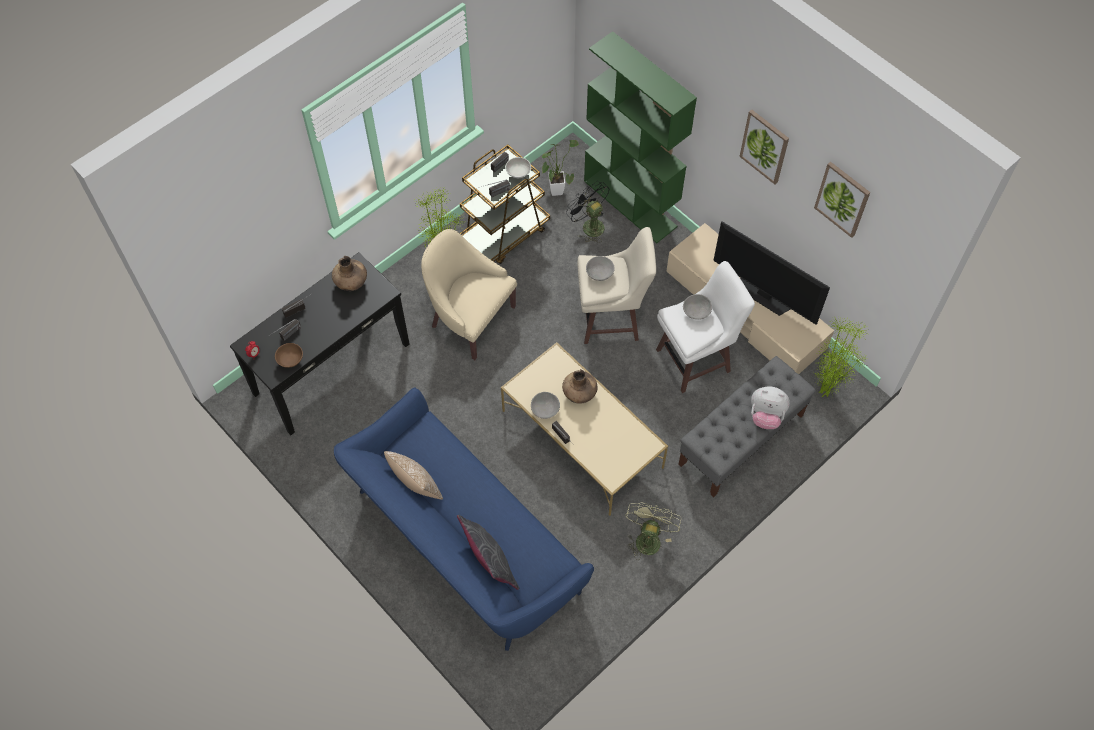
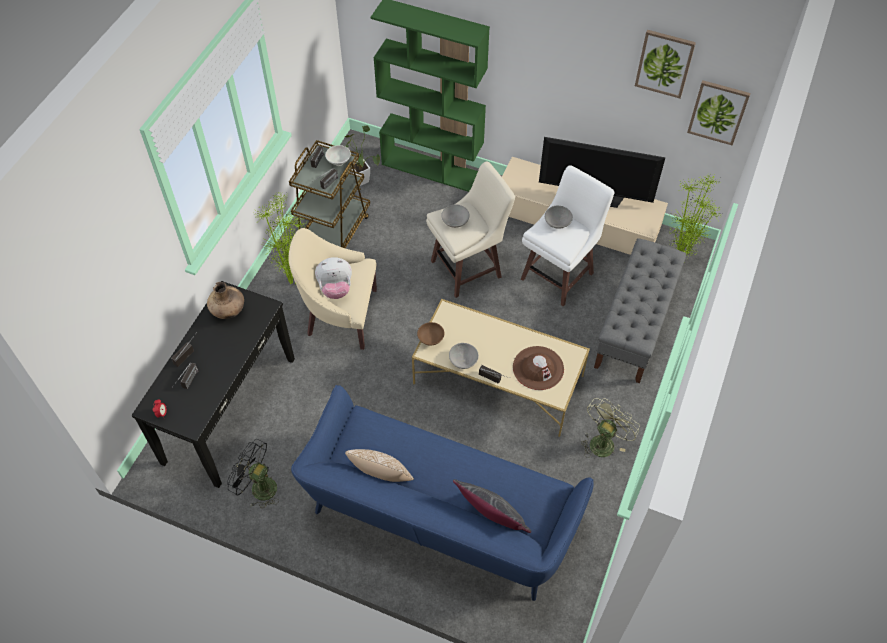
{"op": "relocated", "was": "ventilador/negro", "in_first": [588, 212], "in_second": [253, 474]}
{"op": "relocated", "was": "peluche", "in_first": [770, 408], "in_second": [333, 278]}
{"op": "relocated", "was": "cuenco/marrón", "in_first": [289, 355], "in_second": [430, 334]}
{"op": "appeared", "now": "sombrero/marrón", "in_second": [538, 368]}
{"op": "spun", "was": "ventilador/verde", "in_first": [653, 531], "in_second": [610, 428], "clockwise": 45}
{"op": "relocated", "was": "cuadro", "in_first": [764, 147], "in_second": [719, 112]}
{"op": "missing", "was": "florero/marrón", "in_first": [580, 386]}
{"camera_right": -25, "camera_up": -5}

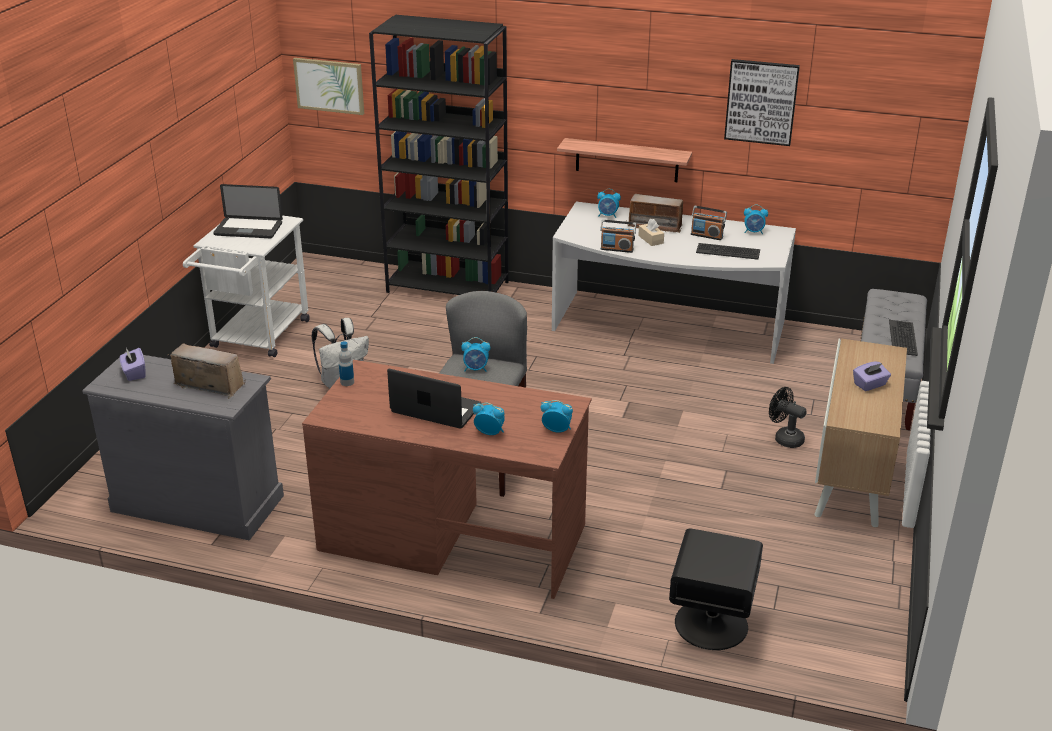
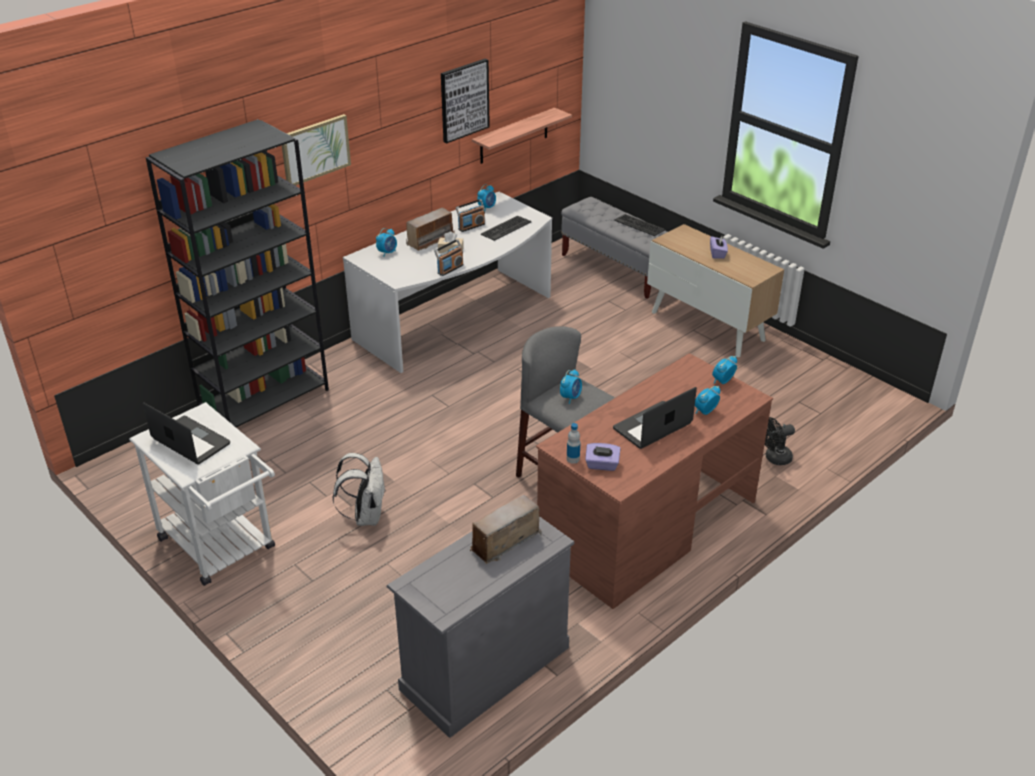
{"op": "spun", "was": "portátil", "in_first": [248, 211], "in_second": [186, 433], "clockwise": -90}
{"op": "relocated", "was": "cuadro", "in_first": [328, 86], "in_second": [316, 150]}
{"op": "relocated", "was": "estante", "in_first": [624, 160], "in_second": [522, 136]}
{"op": "relocated", "was": "caja de pañuelos/morado", "in_first": [133, 364], "in_second": [603, 457]}
{"op": "relocated", "was": "ventilador/negro", "in_first": [788, 417], "in_second": [780, 441]}
{"op": "missing", "was": "mesita de noche/negro", "in_first": [716, 589]}
{"camera_right": -60, "camera_up": 5}

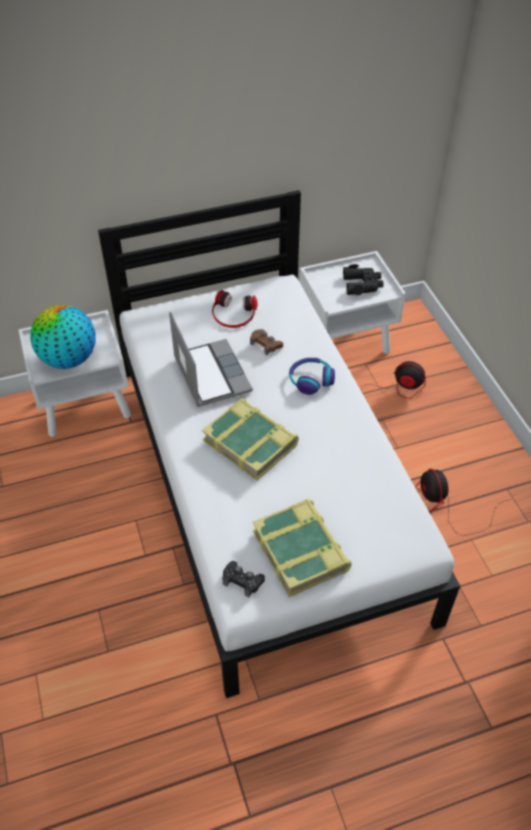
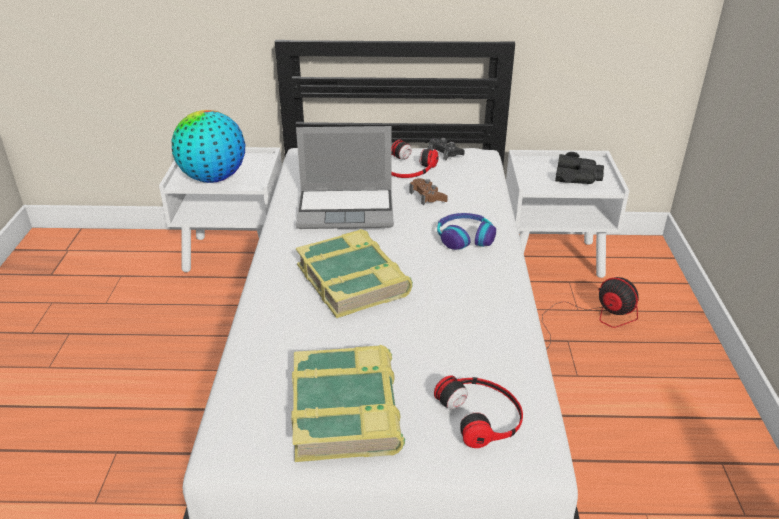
{"op": "spun", "was": "portátil", "in_first": [211, 359], "in_second": [345, 177], "clockwise": 90}
{"op": "relocated", "was": "mando de consola/negro", "in_first": [243, 579], "in_second": [446, 149]}
{"op": "appeared", "now": "auriculares", "in_second": [478, 411]}
{"op": "missing", "was": "ventilador", "in_first": [463, 502]}
{"camera_right": 20, "camera_up": -15}

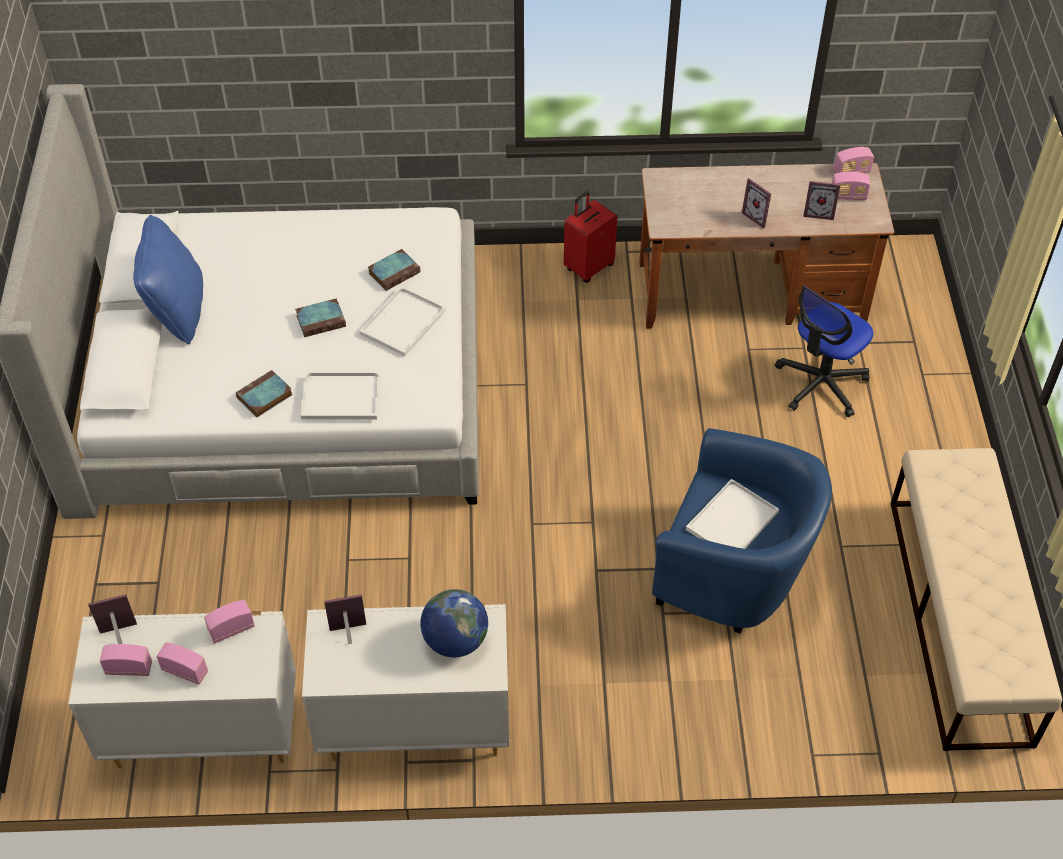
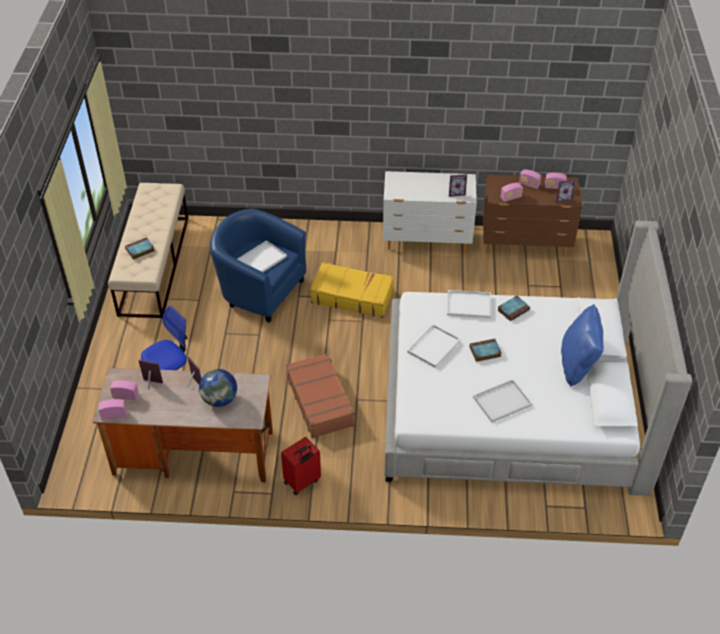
{"op": "relocated", "was": "libro", "in_first": [394, 270], "in_second": [140, 248]}
{"op": "relocated", "was": "globo terráqueo", "in_first": [454, 623], "in_second": [218, 388]}
{"op": "appeared", "now": "maleta/marrón", "in_second": [320, 395]}
{"op": "appeared", "now": "maleta/amarillo", "in_second": [352, 290]}
{"op": "appeared", "now": "bandeja/blanco", "in_second": [502, 400]}
{"op": "colour", "was": "cómoda/blanco", "now": "cómoda/marrón", "in_first": [182, 689], "in_second": [532, 215]}
{"camera_right": -175, "camera_up": -5}

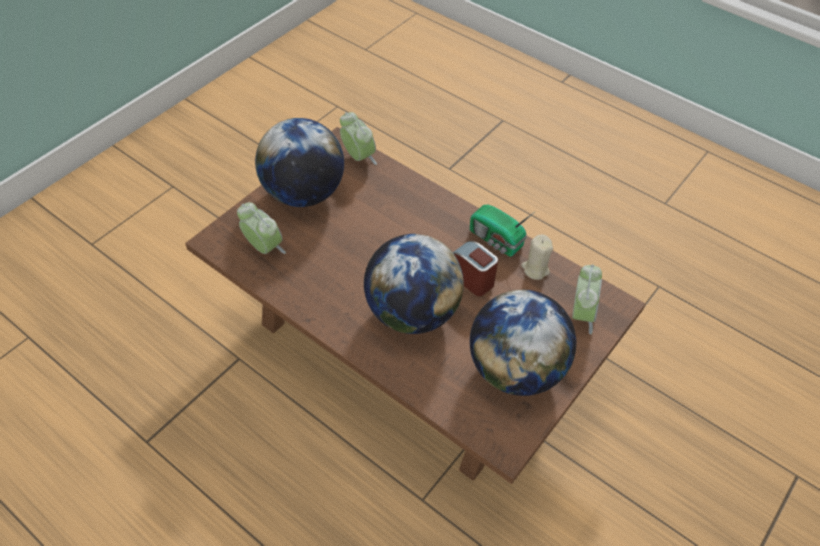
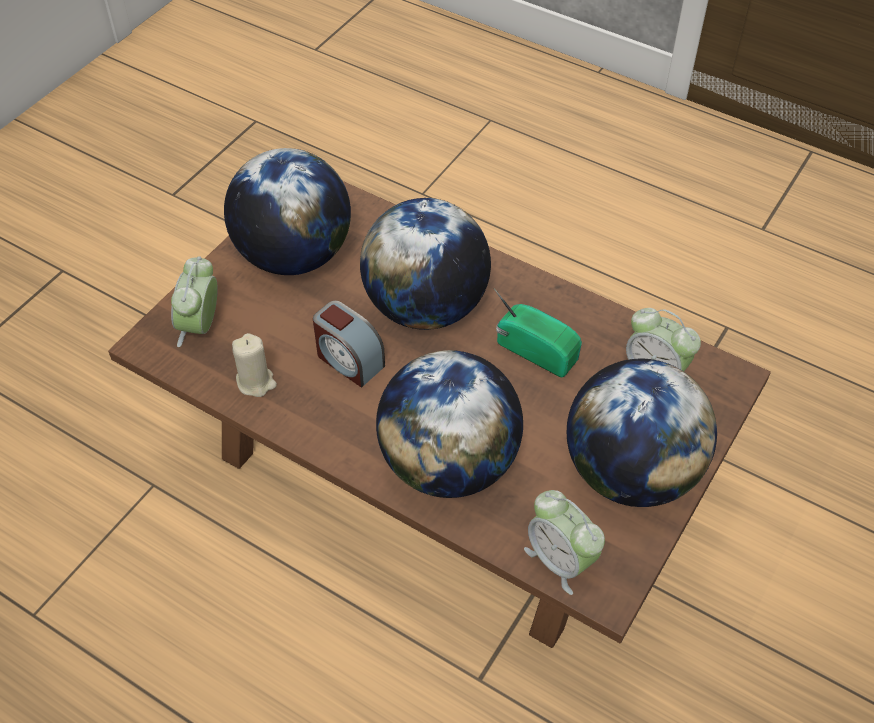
{"op": "appeared", "now": "globo terráqueo", "in_second": [449, 424]}
{"op": "relocated", "was": "radio", "in_first": [503, 231], "in_second": [538, 332]}
{"camera_right": 175, "camera_up": 0}

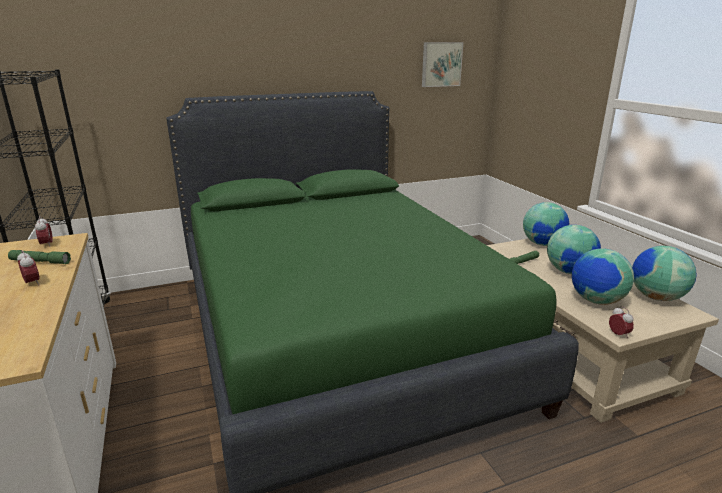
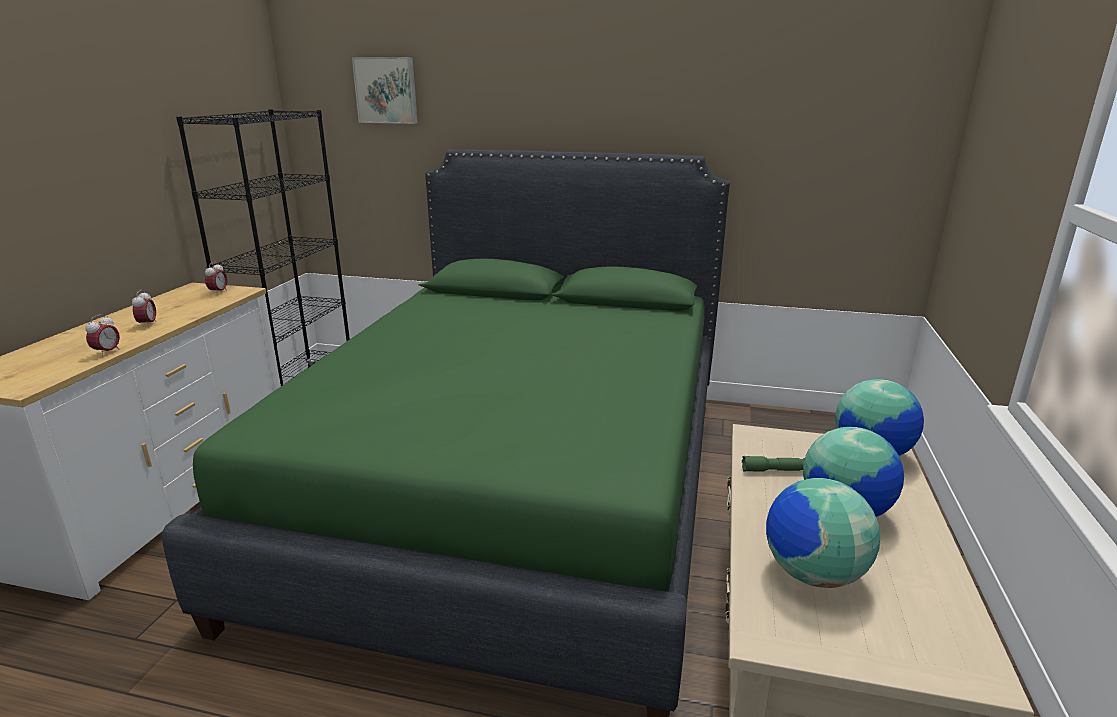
{"op": "relocated", "was": "despertador", "in_first": [621, 322], "in_second": [102, 335]}
{"op": "relocated", "was": "cuadro", "in_first": [442, 64], "in_second": [385, 90]}
{"op": "missing", "was": "linterna/verde", "in_first": [39, 257]}
{"op": "missing", "was": "globo terráqueo", "in_first": [664, 273]}
{"camera_right": 35, "camera_up": 0}

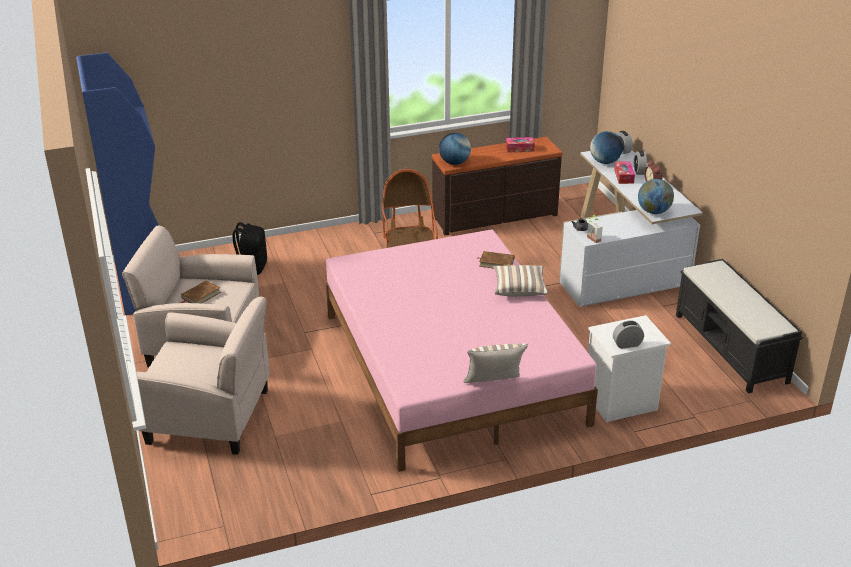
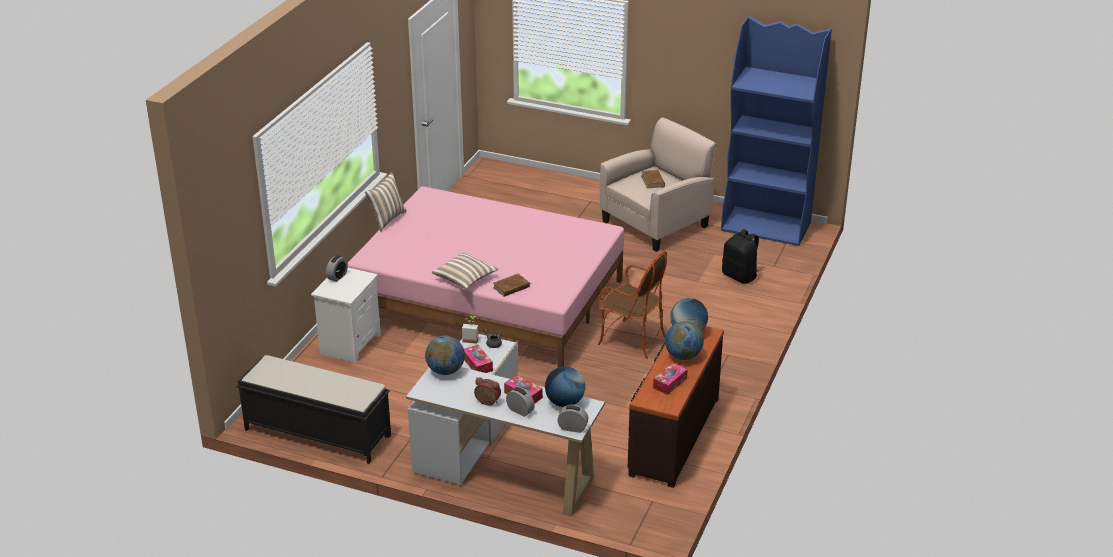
{"op": "appeared", "now": "caja de pañuelos", "in_second": [478, 359]}
{"op": "appeared", "now": "globo terráqueo", "in_second": [684, 340]}
{"op": "missing", "was": "sillón/beis", "in_first": [203, 376]}
{"camera_right": 130, "camera_up": 0}

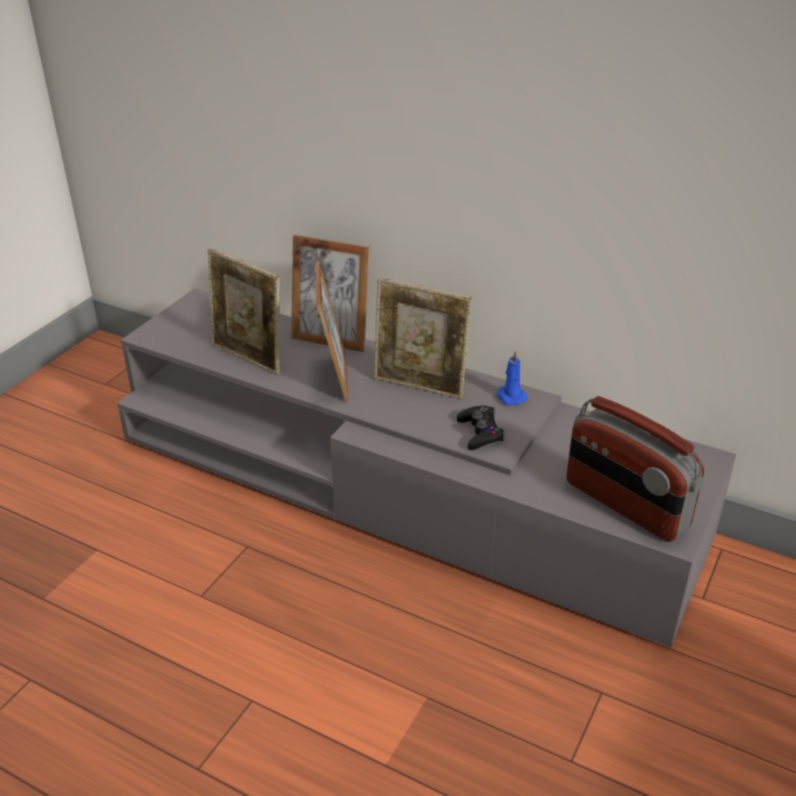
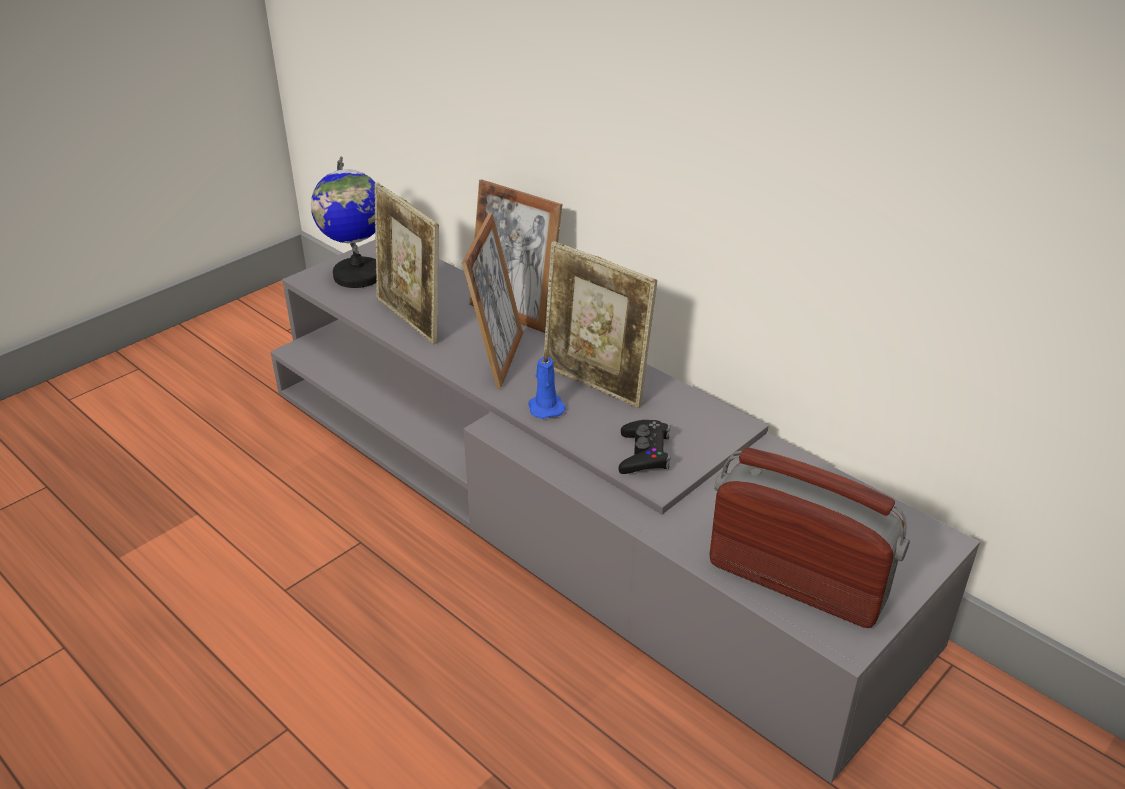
{"op": "appeared", "now": "globo terráqueo", "in_second": [343, 222]}
{"op": "relocated", "was": "vela/azul", "in_first": [512, 378], "in_second": [547, 383]}
{"op": "spun", "was": "radio", "in_first": [635, 469], "in_second": [810, 537], "clockwise": 150}
{"camera_right": 15, "camera_up": 0}

